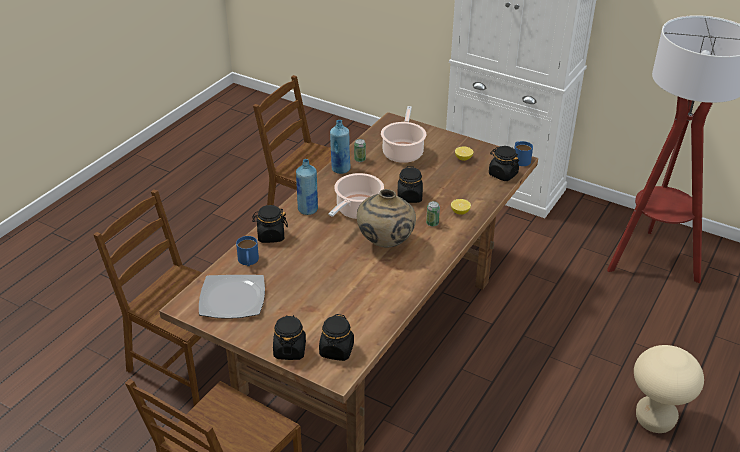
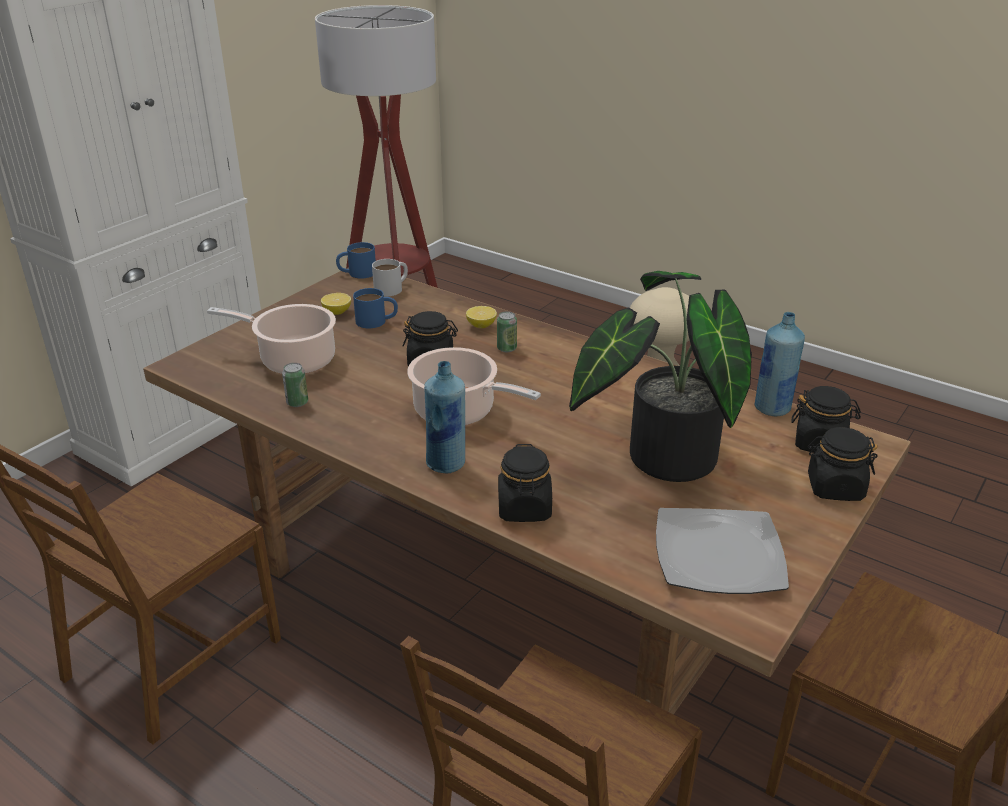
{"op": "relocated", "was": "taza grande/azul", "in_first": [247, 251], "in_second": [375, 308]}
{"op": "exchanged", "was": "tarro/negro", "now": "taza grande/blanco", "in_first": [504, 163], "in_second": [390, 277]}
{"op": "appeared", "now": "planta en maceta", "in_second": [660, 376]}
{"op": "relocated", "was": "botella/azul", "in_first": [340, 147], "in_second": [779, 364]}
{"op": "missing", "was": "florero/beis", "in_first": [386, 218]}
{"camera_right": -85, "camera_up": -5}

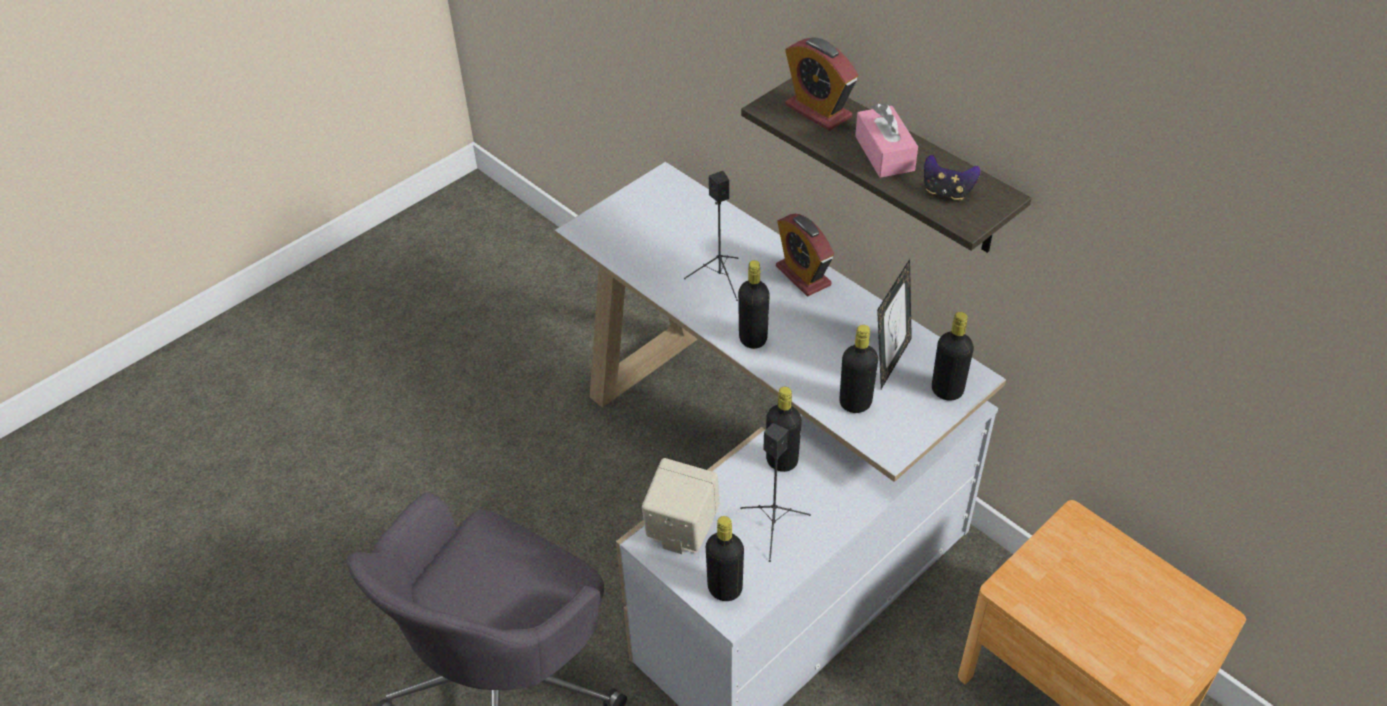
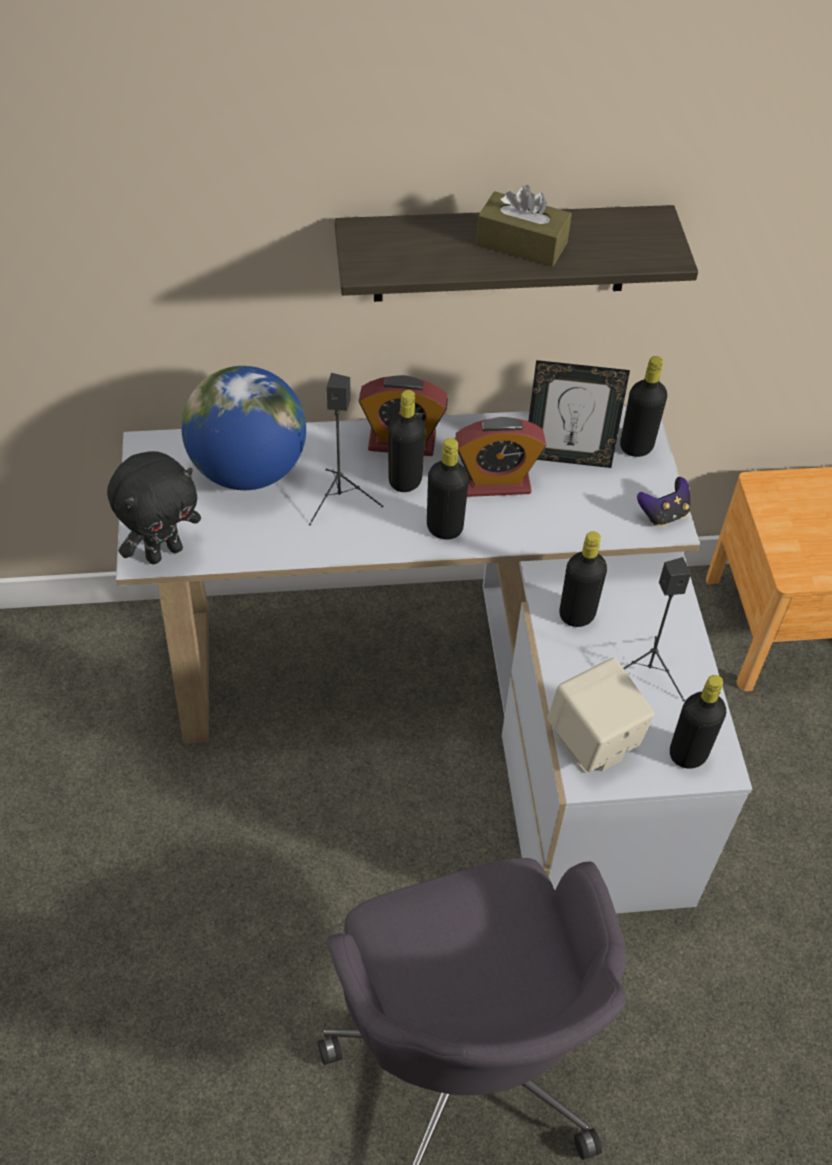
{"op": "appeared", "now": "peluche/negro", "in_second": [154, 507]}
{"op": "appeared", "now": "globo terráqueo", "in_second": [243, 428]}
{"op": "relocated", "was": "botella/negro", "in_first": [858, 369], "in_second": [407, 441]}
{"op": "relocated", "was": "despertador", "in_first": [821, 84], "in_second": [500, 457]}
{"op": "colour", "was": "caja de pañuelos/rosa", "now": "caja de pañuelos/marrón", "in_first": [886, 140], "in_second": [524, 226]}
{"op": "spun", "was": "portarretratos", "in_first": [894, 324], "in_second": [579, 414], "clockwise": 120}
{"op": "relocated", "was": "mando de consola", "in_first": [952, 178], "in_second": [663, 501]}
{"camera_right": -55, "camera_up": 5}

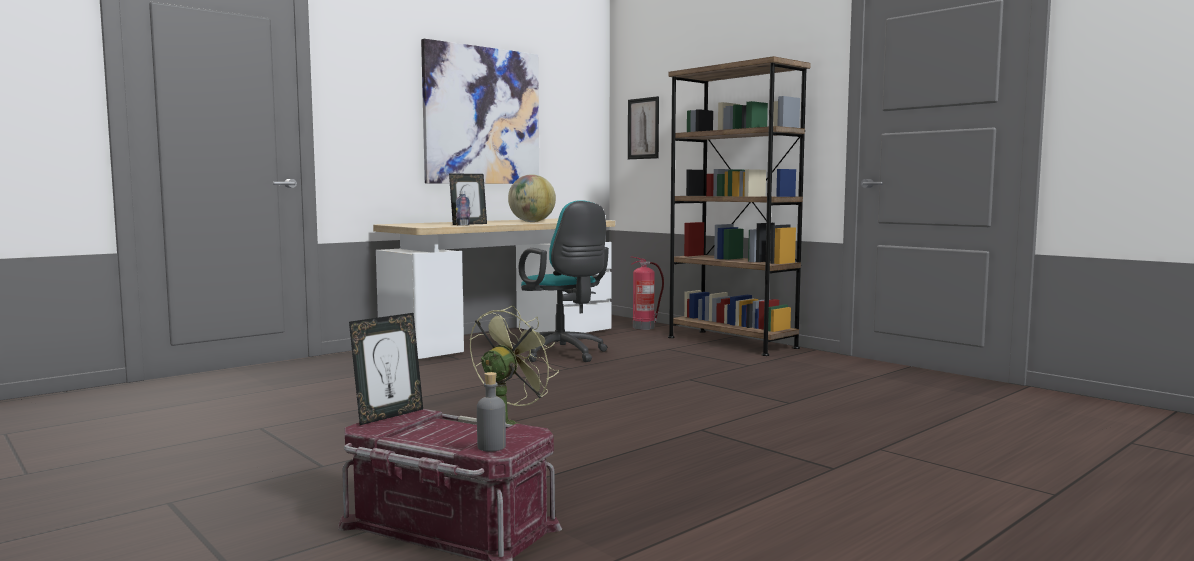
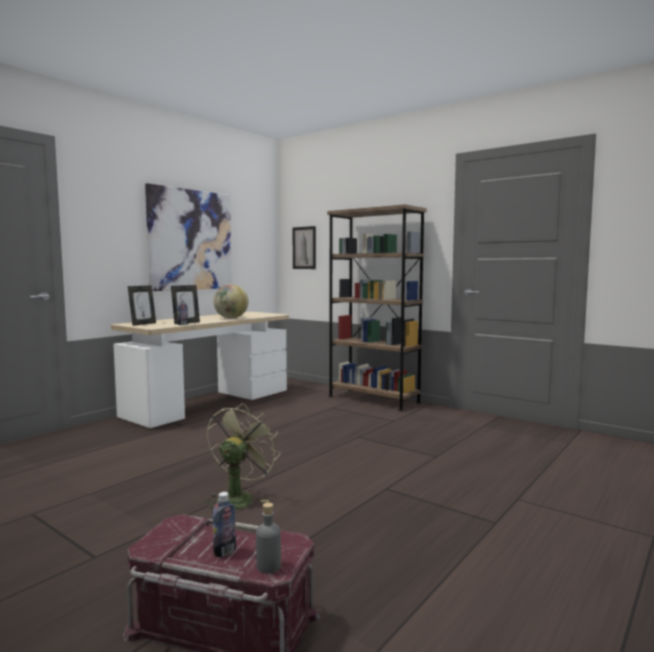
{"op": "relocated", "was": "portarretratos", "in_first": [386, 369], "in_second": [142, 305]}
{"op": "appeared", "now": "botella", "in_second": [224, 524]}
{"op": "missing", "was": "silla de oficina/turquesa", "in_first": [561, 281]}
{"op": "missing", "was": "extintor", "in_first": [647, 293]}
{"camera_right": -10, "camera_up": 0}

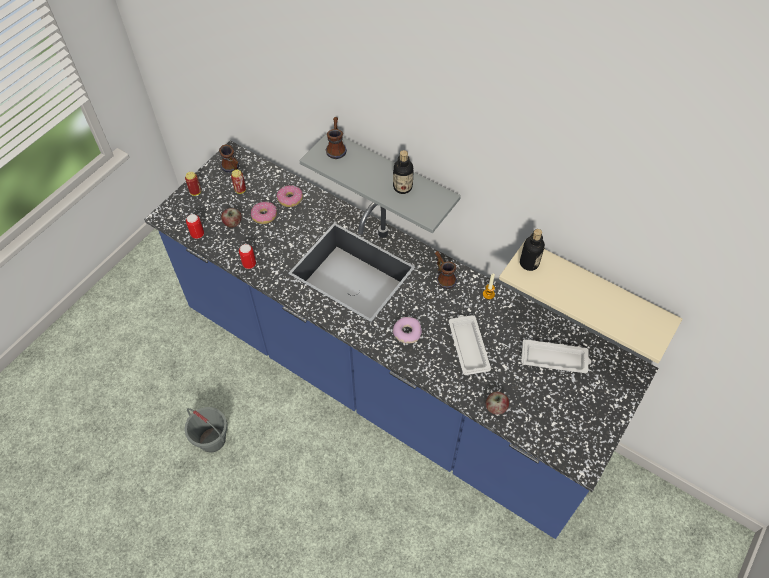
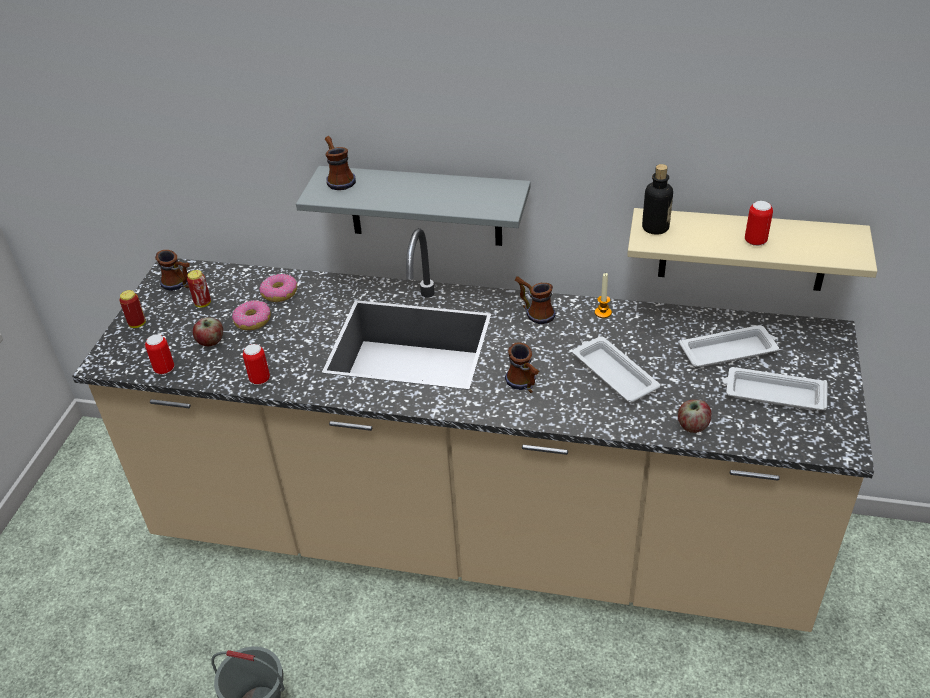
{"op": "colour", "was": "mueble bajo de cocina/azul", "now": "mueble bajo de cocina/beis", "in_first": [401, 339], "in_second": [473, 430]}
{"op": "exchanged", "was": "rosquilla", "now": "taza grande", "in_first": [407, 330], "in_second": [522, 367]}
{"op": "appeared", "now": "bandeja/blanco", "in_second": [775, 388]}
{"op": "appeared", "now": "lata", "in_second": [759, 223]}
{"op": "missing", "was": "botella", "in_first": [403, 172]}
{"camera_right": -20, "camera_up": -15}

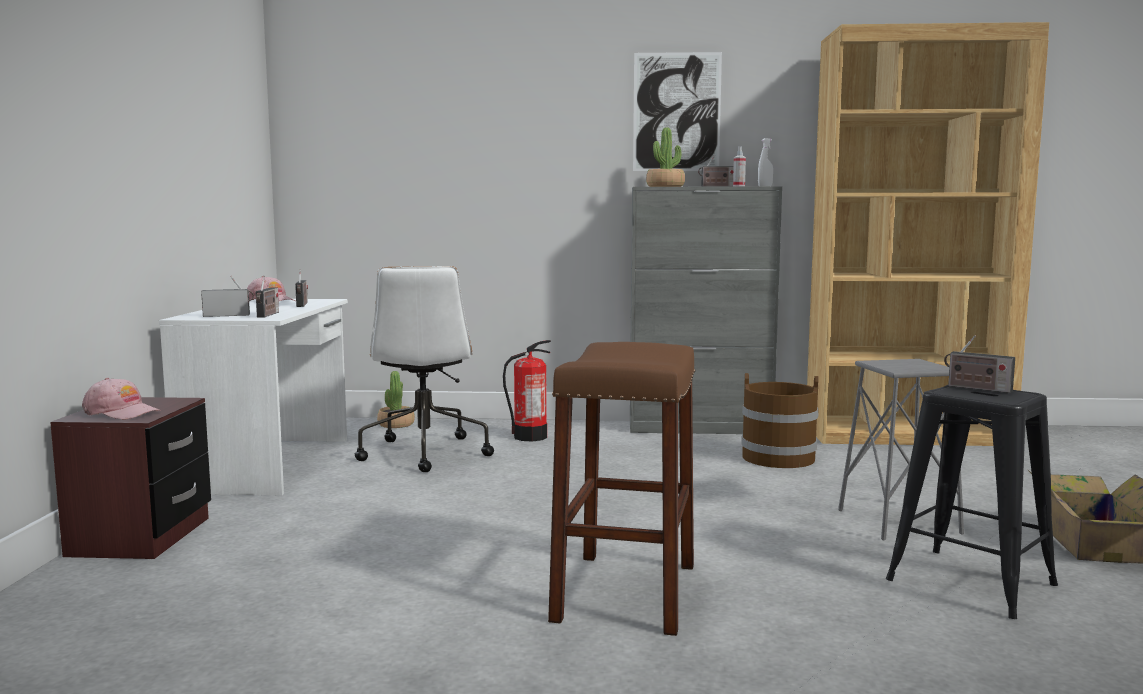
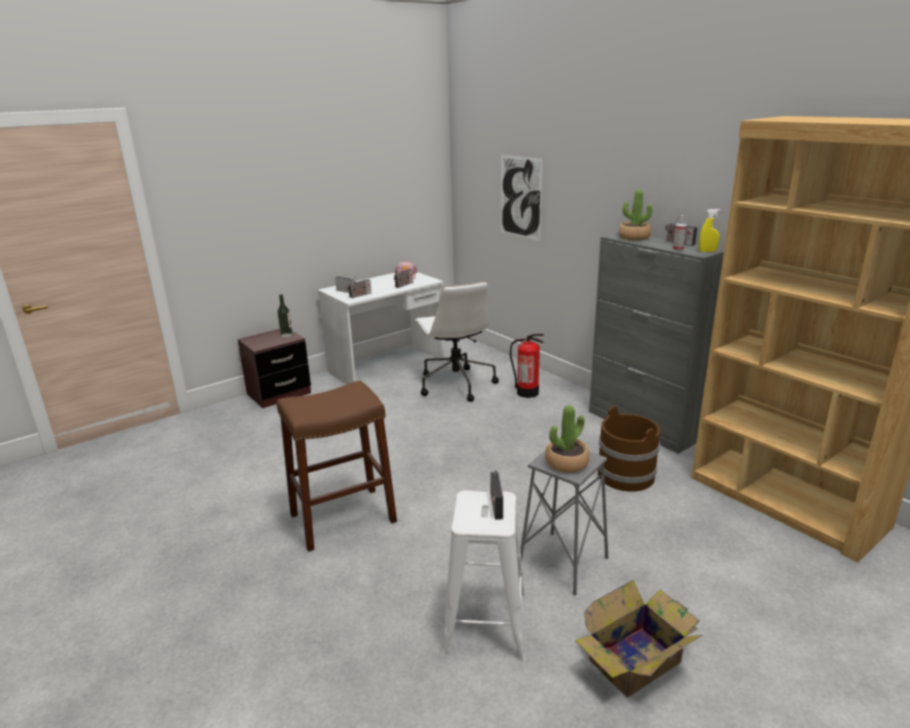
{"op": "appeared", "now": "botella", "in_second": [284, 316]}
{"op": "spun", "was": "silla de oficina/blanco", "in_first": [424, 369], "in_second": [457, 341], "clockwise": -60}
{"op": "colour", "was": "taburete/negro", "now": "taburete/blanco", "in_first": [972, 502], "in_second": [483, 575]}
{"op": "relocated", "was": "cuadro", "in_first": [677, 111], "in_second": [522, 198]}
{"op": "relocated", "was": "planta en maceta", "in_first": [396, 399], "in_second": [567, 439]}
{"op": "colour", "was": "pulverizador/blanco", "now": "pulverizador/amarillo", "in_first": [765, 162], "in_second": [710, 230]}
{"op": "missing", "was": "gorra/rosa", "in_first": [121, 398]}
{"camera_right": 50, "camera_up": 15}

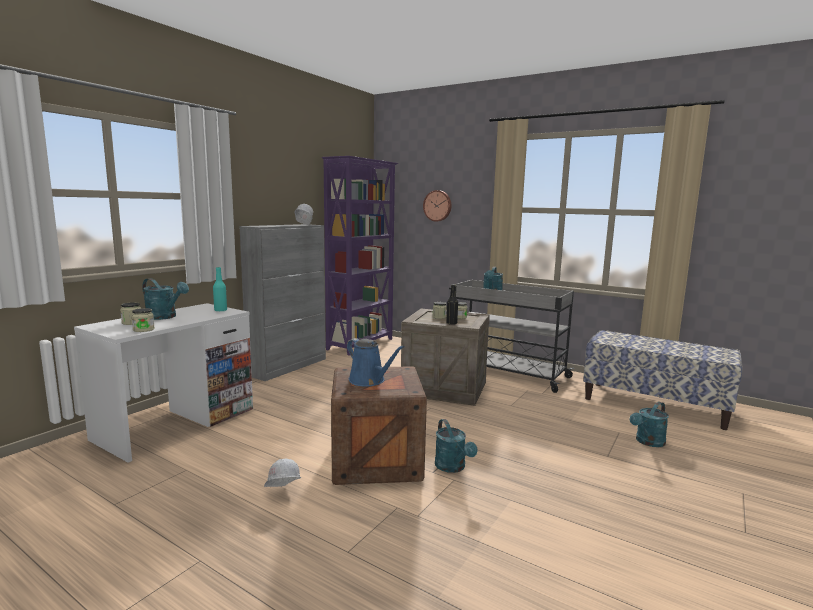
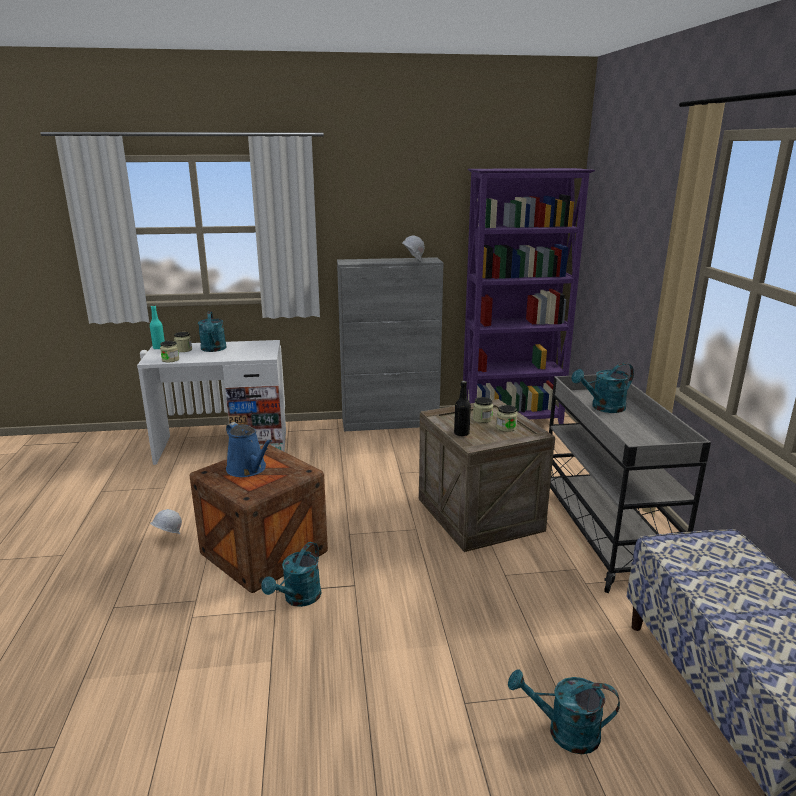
{"op": "relocated", "was": "botella/turquesa", "in_first": [220, 289], "in_second": [157, 328]}
{"op": "spun", "was": "regadera/azul", "in_first": [375, 362], "in_second": [249, 449], "clockwise": -45}
{"op": "missing", "was": "reloj de pared", "in_first": [437, 206]}
{"camera_right": 50, "camera_up": 10}

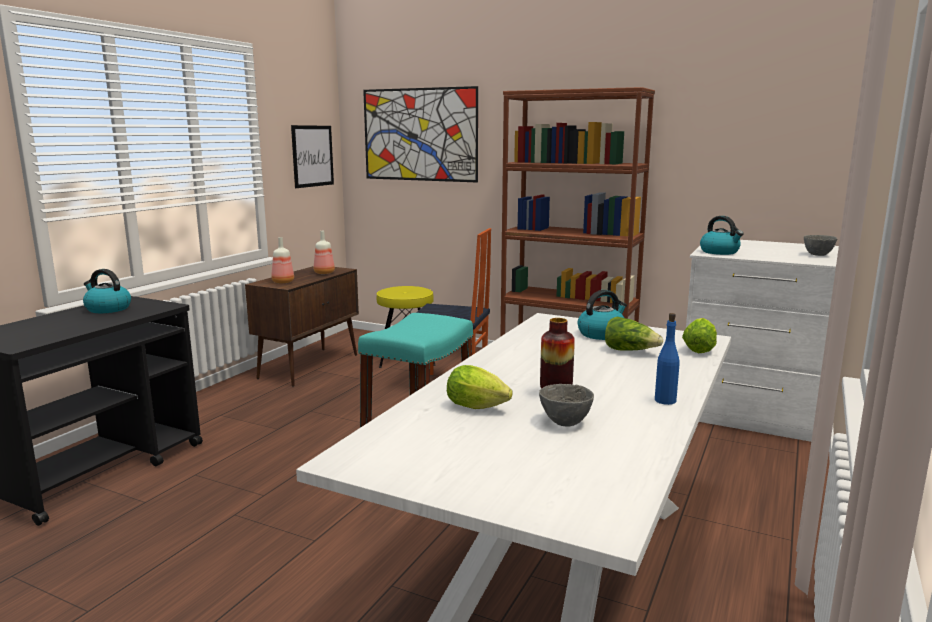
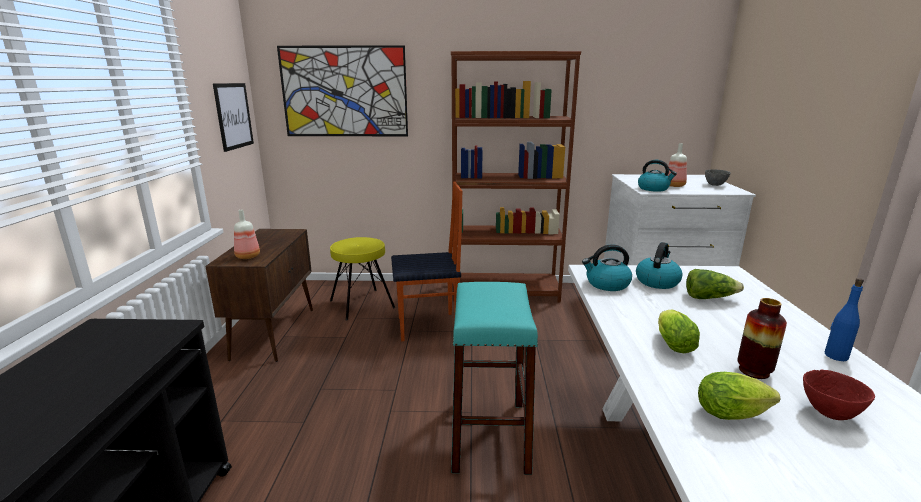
{"op": "relocated", "was": "hervidor", "in_first": [107, 291], "in_second": [607, 267]}
{"op": "relocated", "was": "lechuga", "in_first": [699, 335], "in_second": [679, 331]}
{"op": "relocated", "was": "botella", "in_first": [324, 252], "in_second": [677, 165]}
{"op": "colour", "was": "cuenco/gris", "now": "cuenco/rojo", "in_first": [566, 405], "in_second": [839, 395]}
{"camera_right": -25, "camera_up": 5}

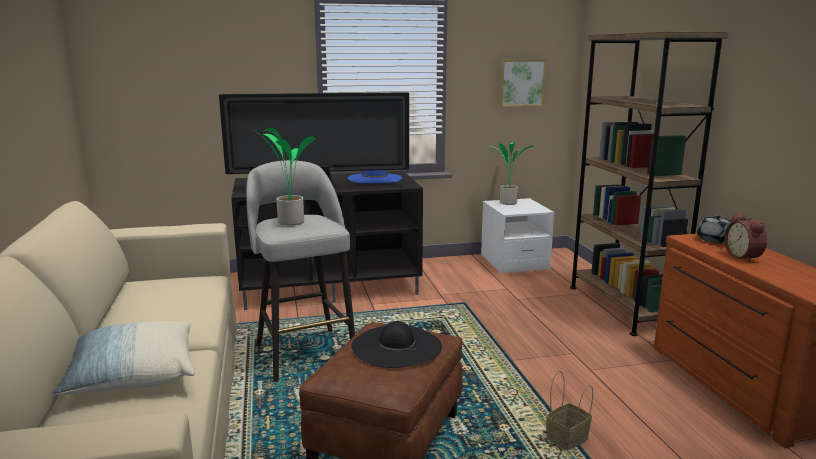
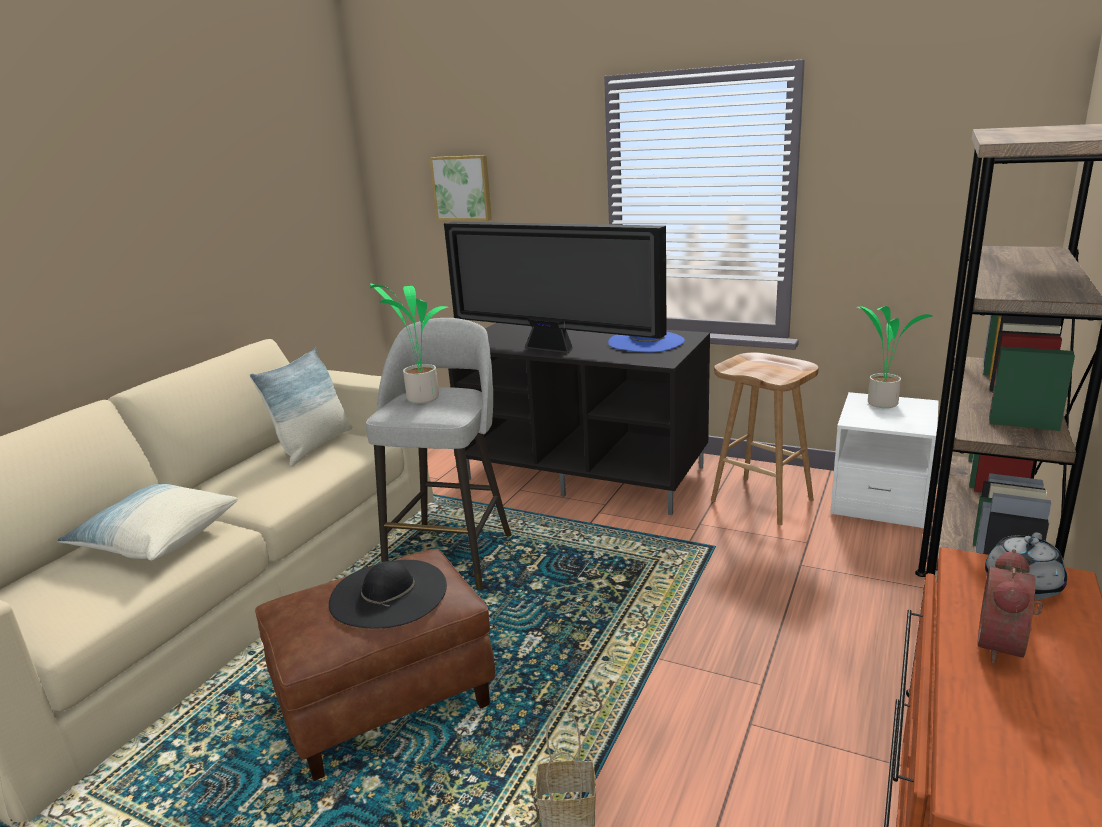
{"op": "appeared", "now": "cojín", "in_second": [301, 407]}
{"op": "relocated", "was": "cuadro", "in_first": [522, 83], "in_second": [461, 188]}
{"op": "appeared", "now": "taburete/marrón", "in_second": [765, 438]}
{"camera_right": 40, "camera_up": 5}

